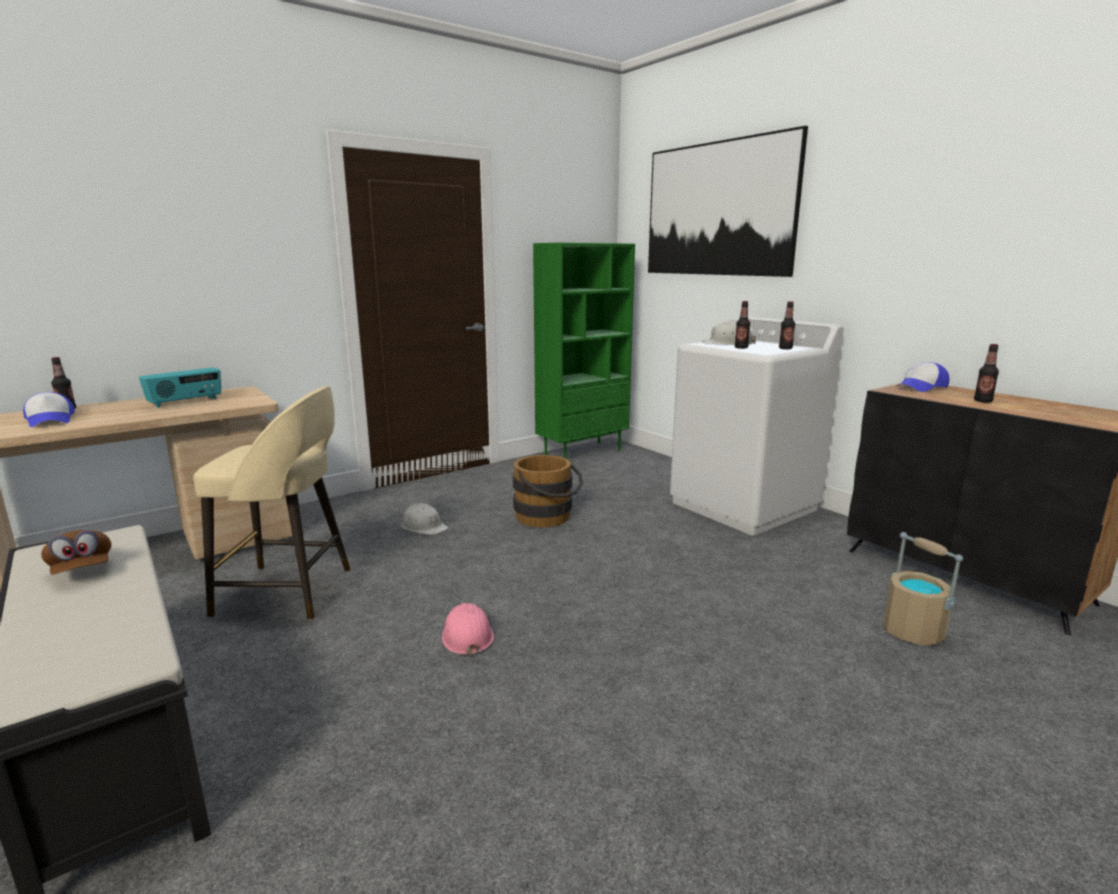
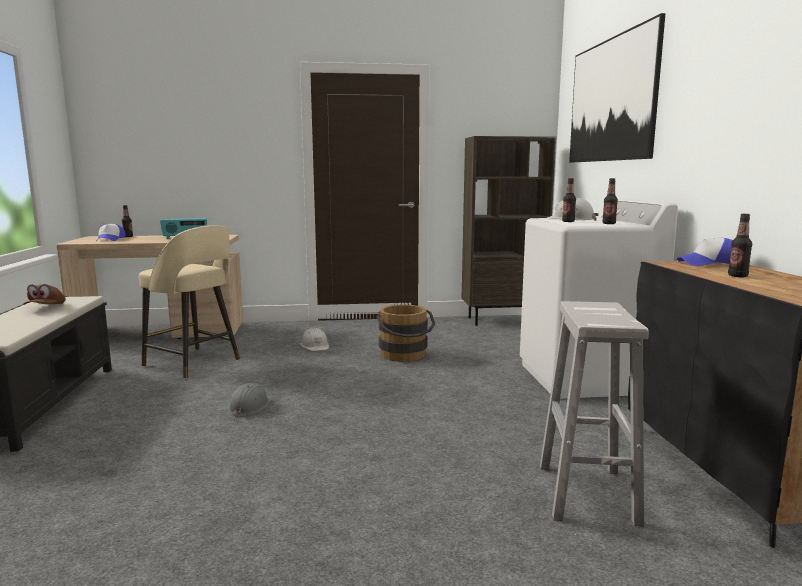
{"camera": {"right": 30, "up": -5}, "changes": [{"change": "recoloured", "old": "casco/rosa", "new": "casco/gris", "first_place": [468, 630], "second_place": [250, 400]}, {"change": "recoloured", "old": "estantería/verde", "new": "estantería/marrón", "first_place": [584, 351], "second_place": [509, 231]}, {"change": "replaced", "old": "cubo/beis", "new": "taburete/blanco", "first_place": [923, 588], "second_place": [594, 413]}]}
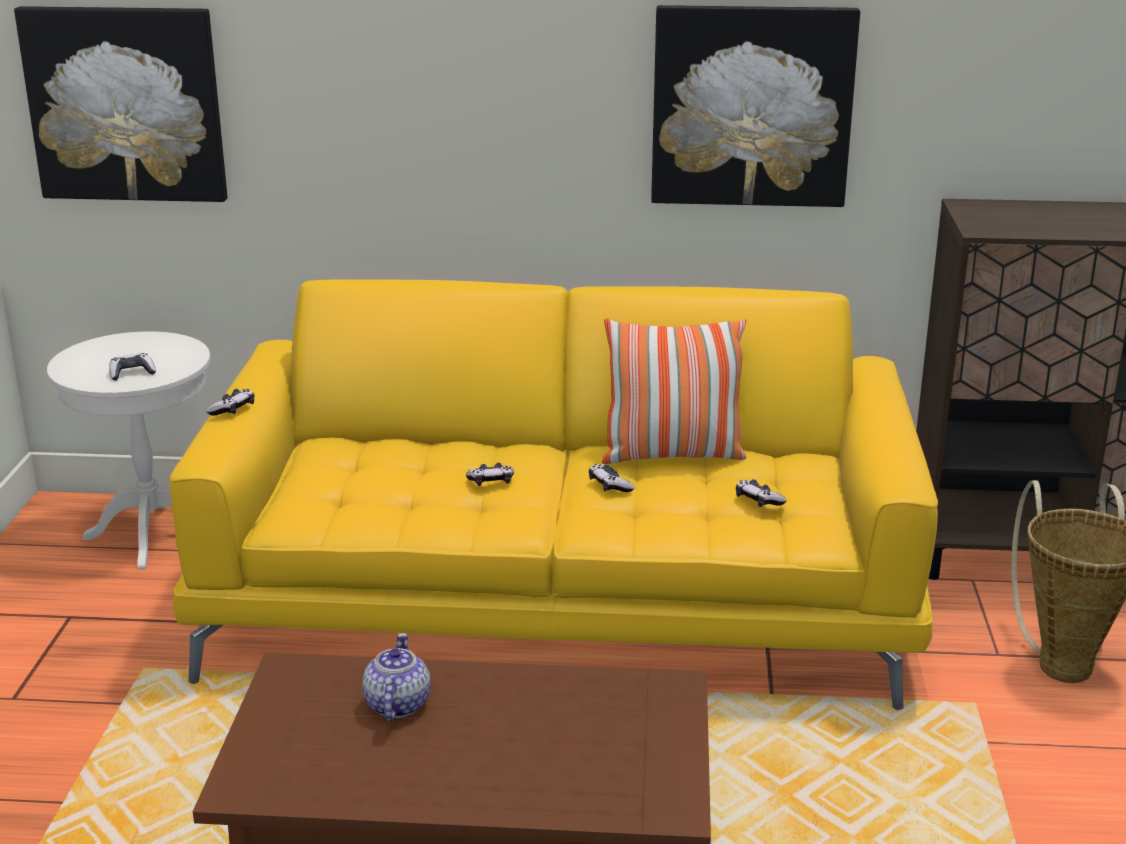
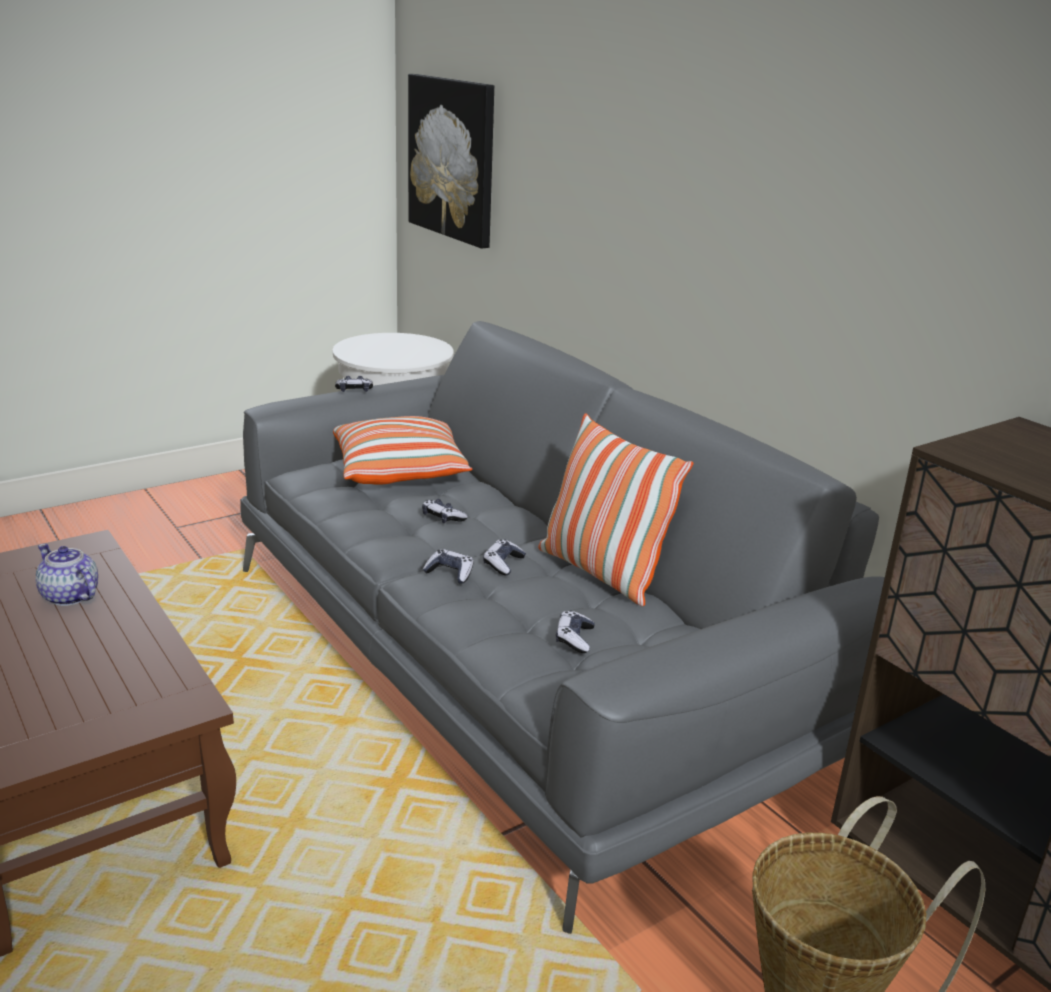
{"camera": {"right": 50, "up": 0}, "changes": [{"change": "turned", "old": "tetera", "first_place": [396, 677], "second_place": [67, 575], "degrees": -105}, {"change": "recoloured", "old": "sofá/amarillo", "new": "sofá/gris", "first_place": [553, 494], "second_place": [562, 627]}, {"change": "added", "new": "cojín", "second_place": [402, 450]}, {"change": "moved", "old": "mando de consola", "first_place": [132, 367], "second_place": [448, 566]}, {"change": "removed", "old": "cuadro", "first_place": [755, 106]}]}
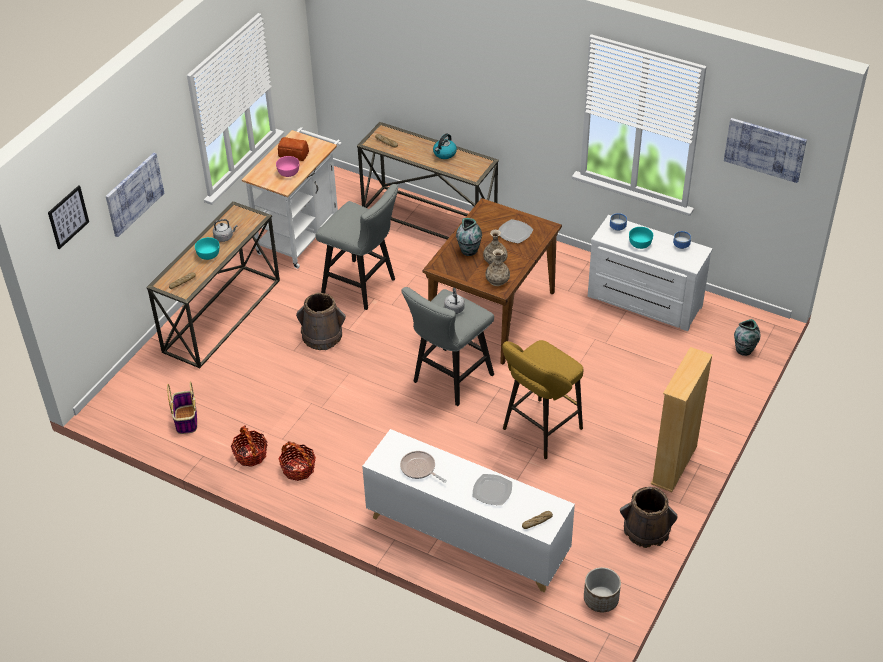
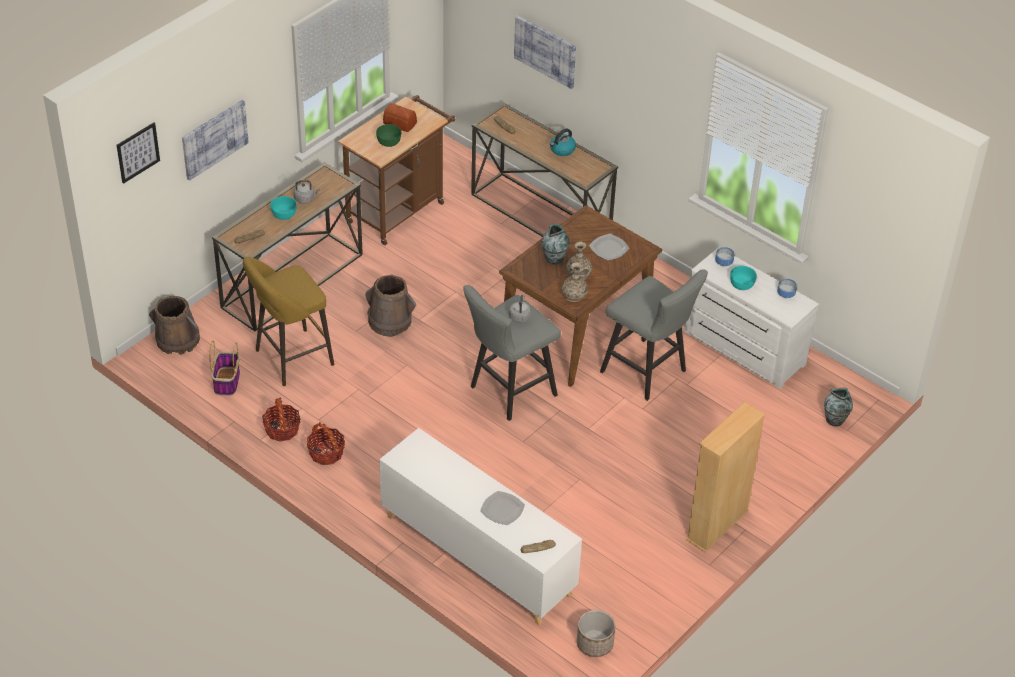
{"camera": {"right": 10, "up": 0}, "changes": [{"change": "moved", "old": "cubo/marrón", "first_place": [649, 517], "second_place": [174, 325]}, {"change": "moved", "old": "taburete/amarillo", "first_place": [542, 399], "second_place": [288, 321]}, {"change": "recoloured", "old": "carrito/blanco", "new": "carrito/marrón", "first_place": [292, 198], "second_place": [396, 170]}, {"change": "recoloured", "old": "cuenco/rosa", "new": "cuenco/verde", "first_place": [287, 166], "second_place": [388, 135]}, {"change": "moved", "old": "cuadro", "first_place": [765, 150], "second_place": [545, 52]}, {"change": "moved", "old": "taburete/gris", "first_place": [356, 247], "second_place": [654, 335]}, {"change": "removed", "old": "sartén", "first_place": [423, 467]}]}
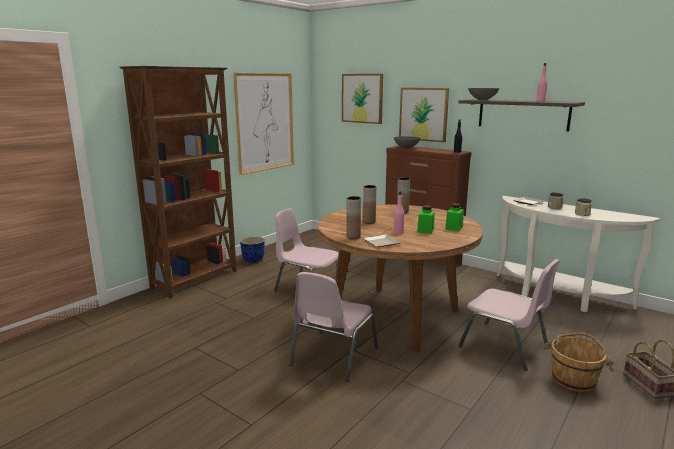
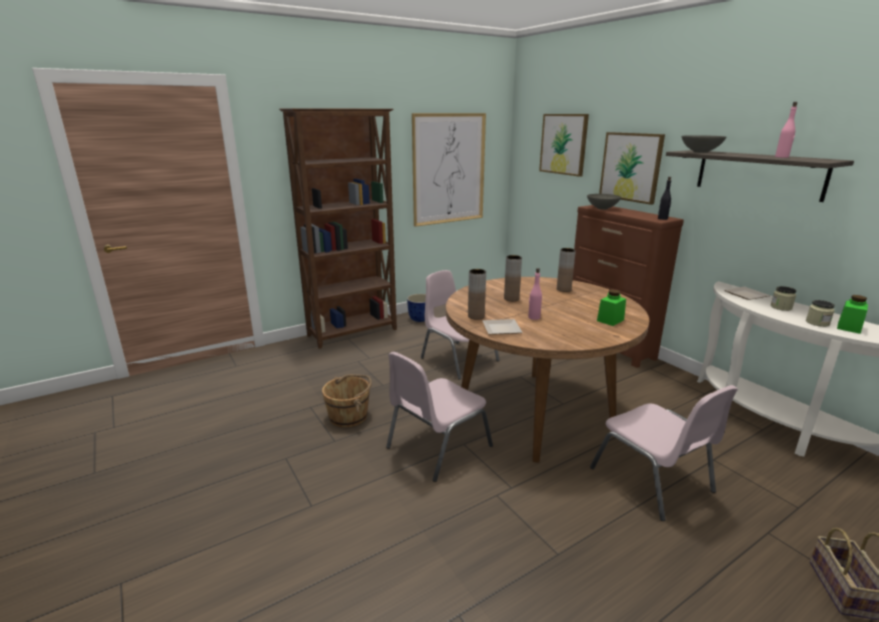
{"camera": {"right": 20, "up": 5}, "changes": [{"change": "moved", "old": "cubo/marrón", "first_place": [579, 362], "second_place": [347, 400]}, {"change": "moved", "old": "tarro/verde", "first_place": [426, 219], "second_place": [852, 314]}]}
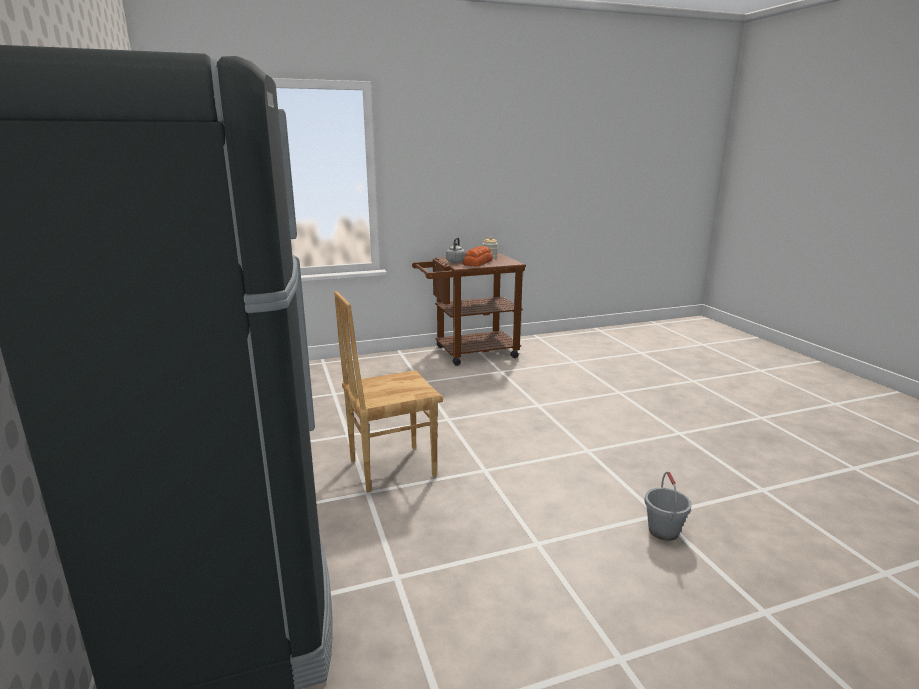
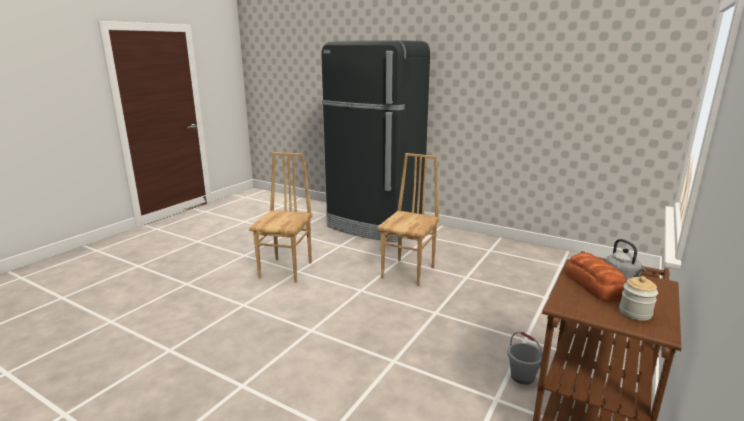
{"camera": {"right": 140, "up": 0}, "changes": [{"change": "added", "new": "silla/marrón", "second_place": [281, 217]}, {"change": "moved", "old": "cubo/gris", "first_place": [668, 506], "second_place": [525, 358]}]}
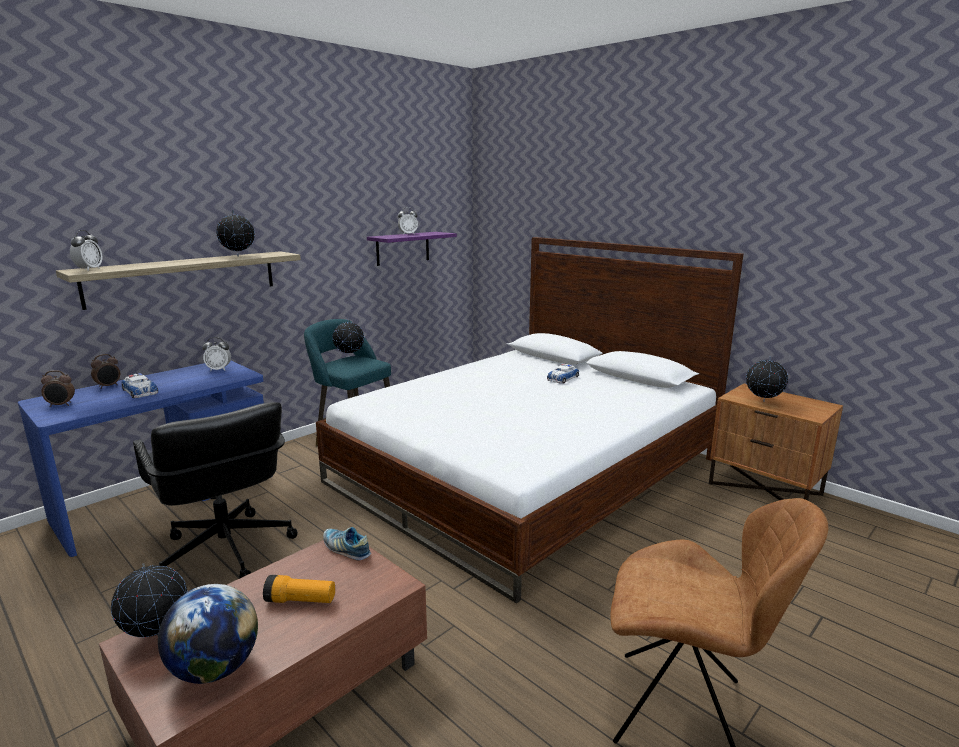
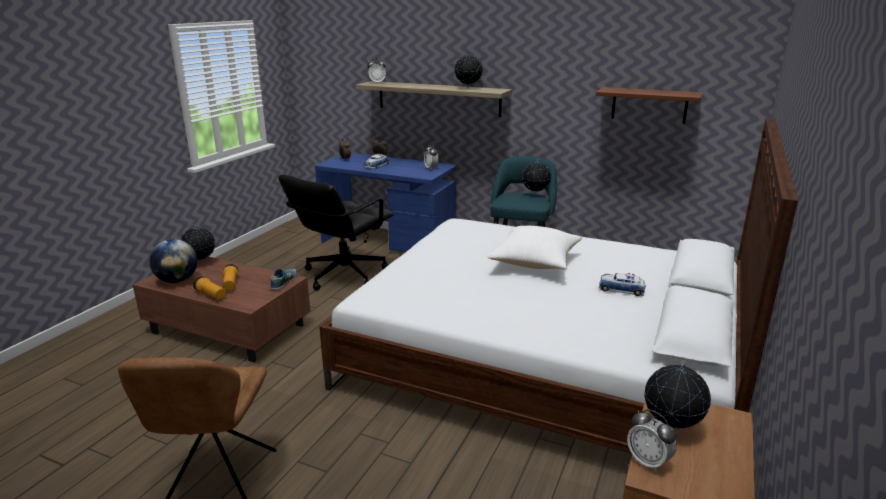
{"camera": {"right": 70, "up": 5}, "changes": [{"change": "added", "new": "linterna", "second_place": [209, 288]}, {"change": "added", "new": "cojín/blanco", "second_place": [535, 247]}, {"change": "recoloured", "old": "estante/morado", "new": "estante/marrón", "first_place": [412, 249], "second_place": [649, 105]}, {"change": "moved", "old": "despertador", "first_place": [408, 221], "second_place": [652, 440]}]}
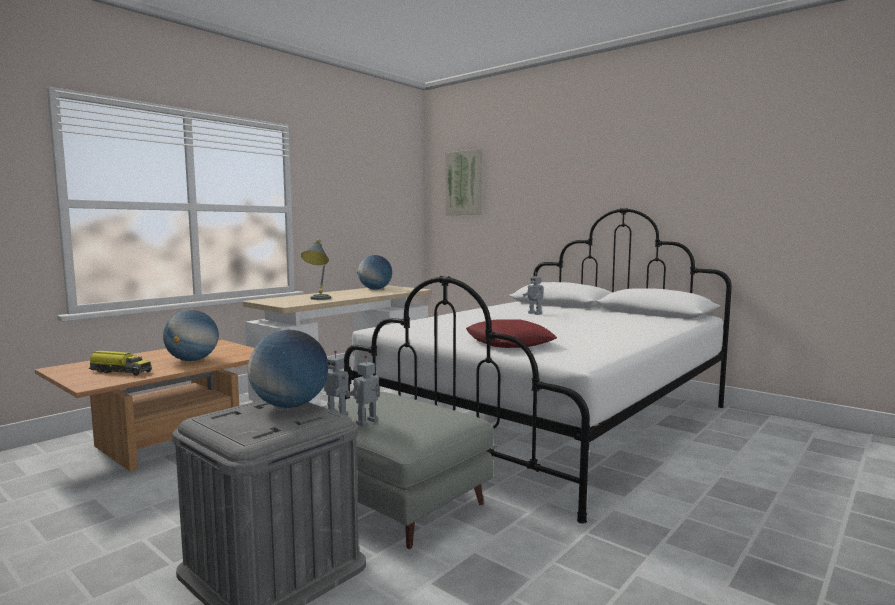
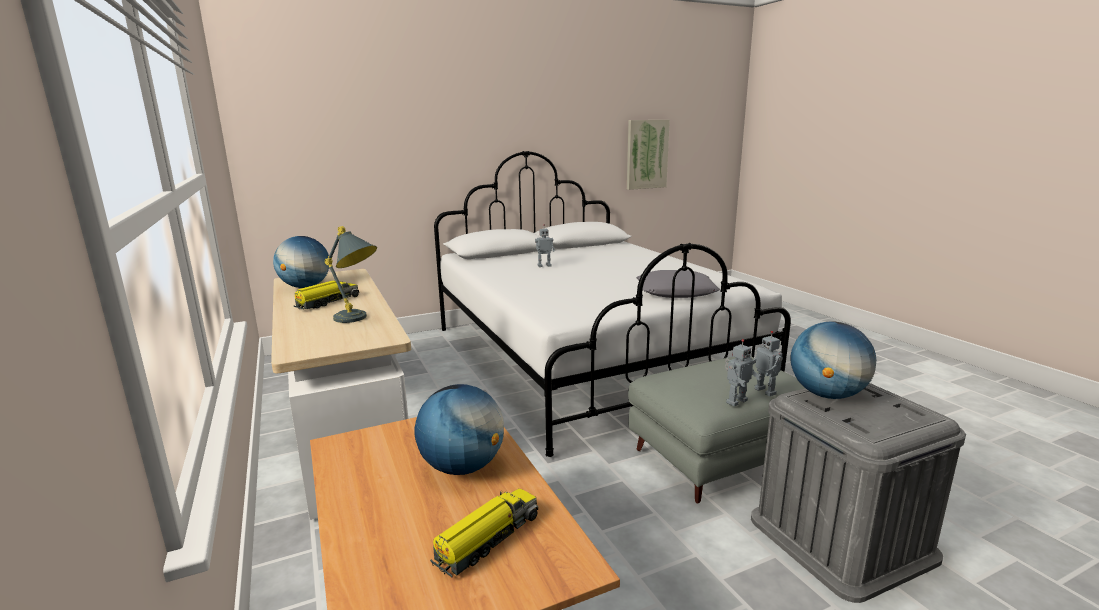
{"camera": {"right": -65, "up": 10}, "changes": [{"change": "added", "new": "camión de juguete", "second_place": [326, 294]}, {"change": "moved", "old": "cuadro", "first_place": [464, 182], "second_place": [648, 155]}, {"change": "recoloured", "old": "cojín/rojo", "new": "cojín/gris", "first_place": [511, 333], "second_place": [678, 284]}]}
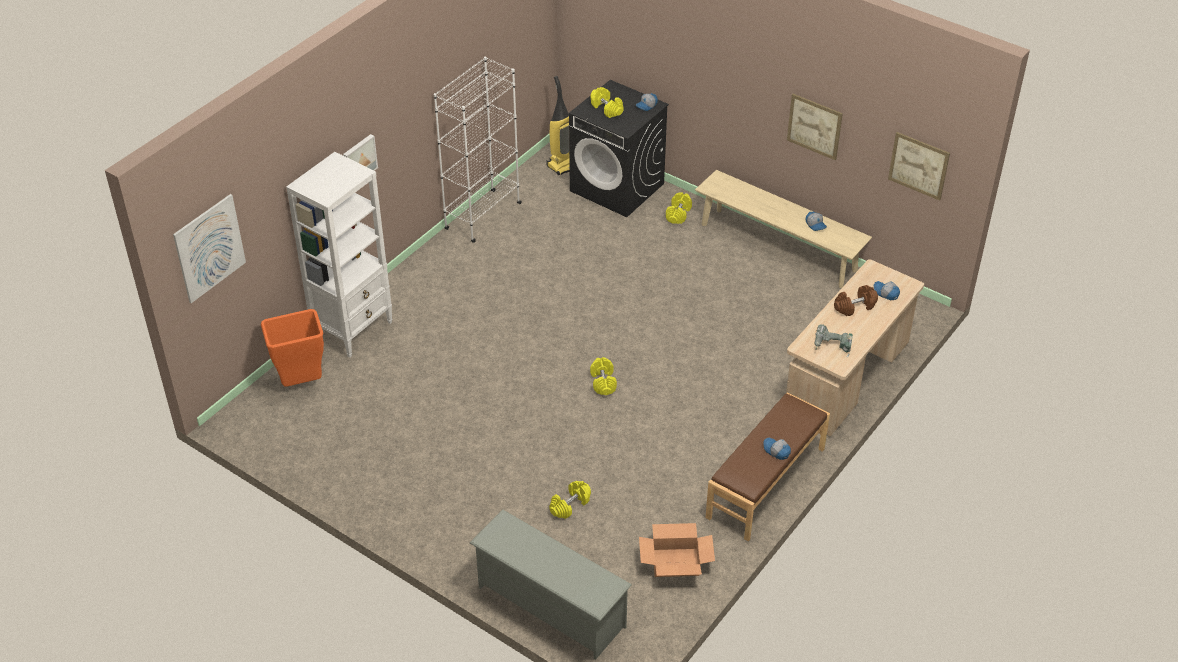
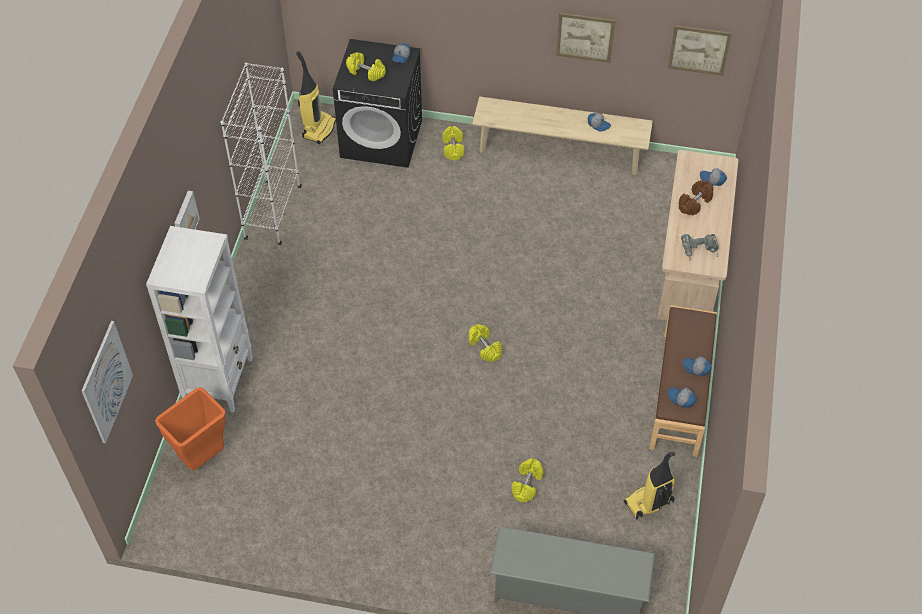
{"camera": {"right": -25, "up": 10}, "changes": [{"change": "replaced", "old": "caja de cartón", "new": "aspiradora", "first_place": [677, 550], "second_place": [649, 486]}, {"change": "added", "new": "gorra", "second_place": [682, 397]}]}
